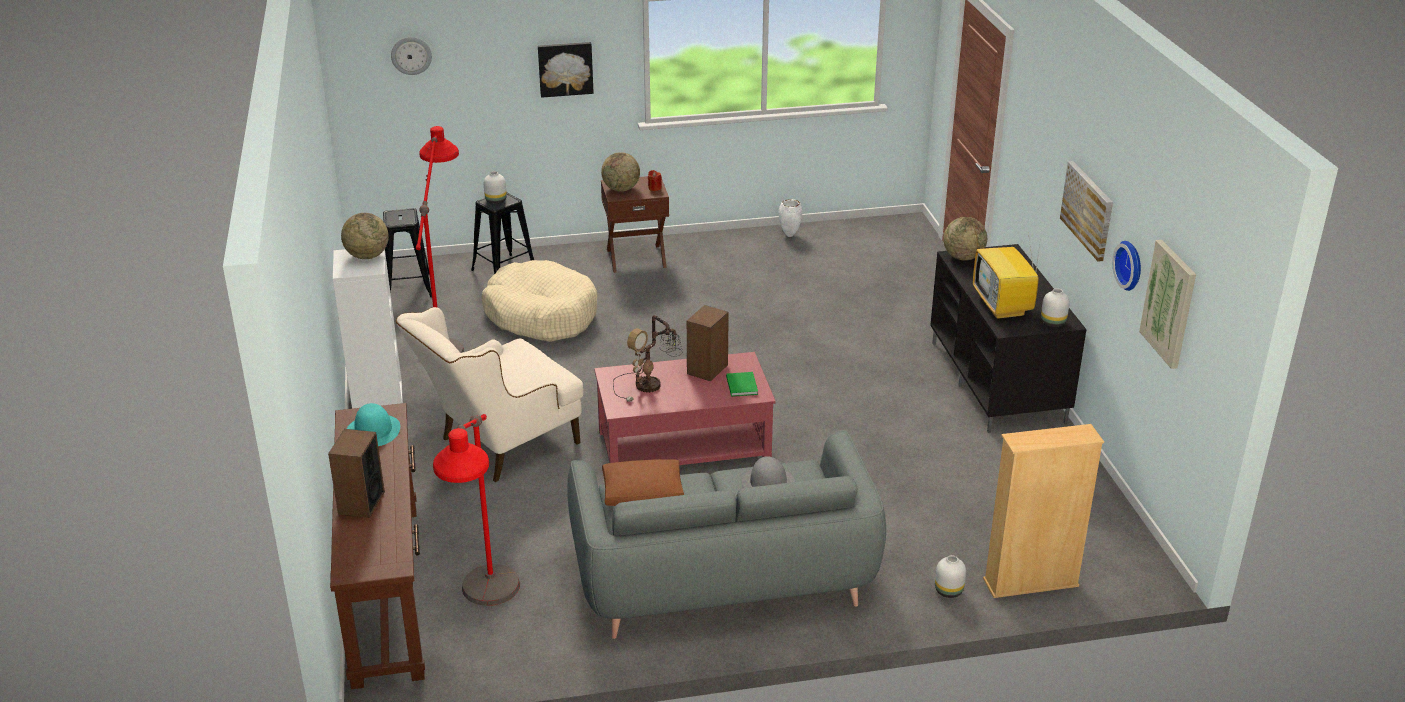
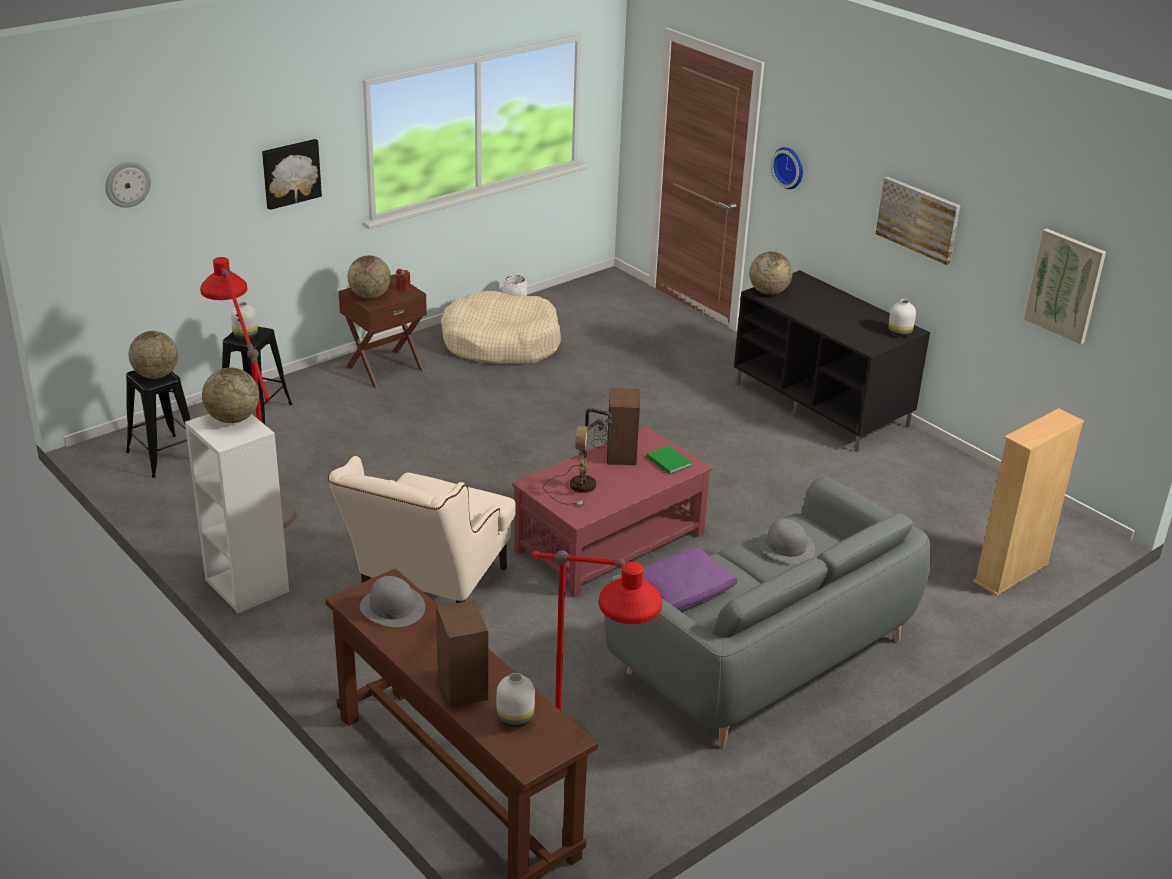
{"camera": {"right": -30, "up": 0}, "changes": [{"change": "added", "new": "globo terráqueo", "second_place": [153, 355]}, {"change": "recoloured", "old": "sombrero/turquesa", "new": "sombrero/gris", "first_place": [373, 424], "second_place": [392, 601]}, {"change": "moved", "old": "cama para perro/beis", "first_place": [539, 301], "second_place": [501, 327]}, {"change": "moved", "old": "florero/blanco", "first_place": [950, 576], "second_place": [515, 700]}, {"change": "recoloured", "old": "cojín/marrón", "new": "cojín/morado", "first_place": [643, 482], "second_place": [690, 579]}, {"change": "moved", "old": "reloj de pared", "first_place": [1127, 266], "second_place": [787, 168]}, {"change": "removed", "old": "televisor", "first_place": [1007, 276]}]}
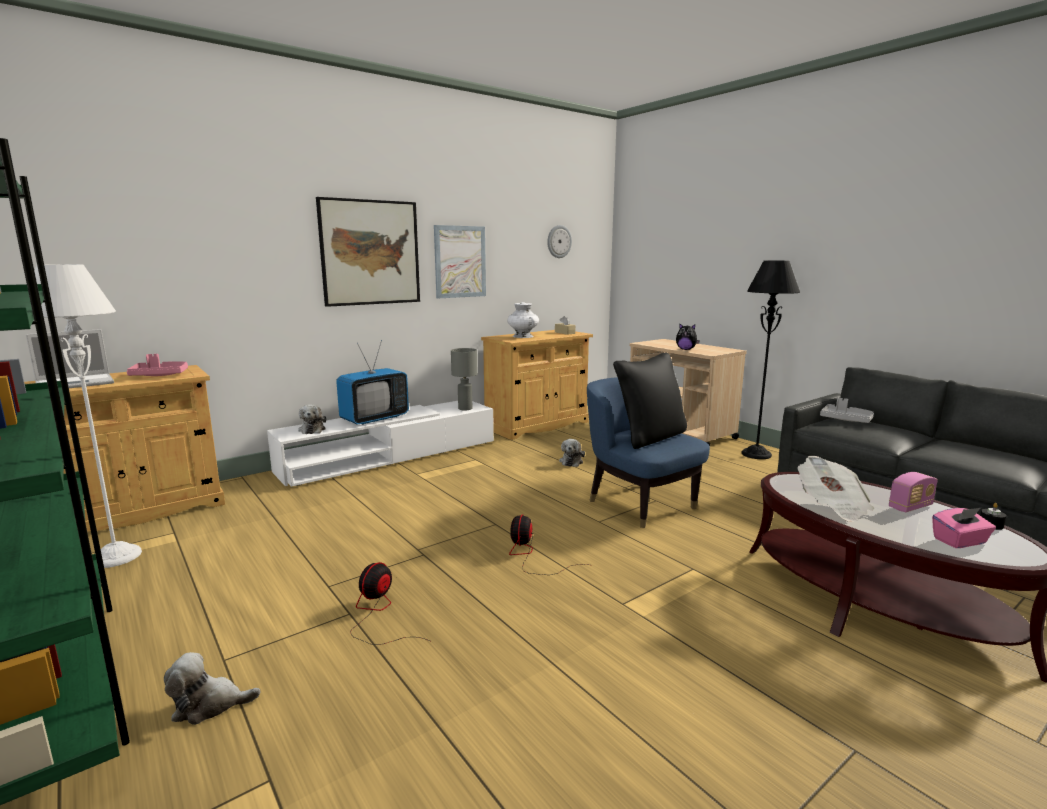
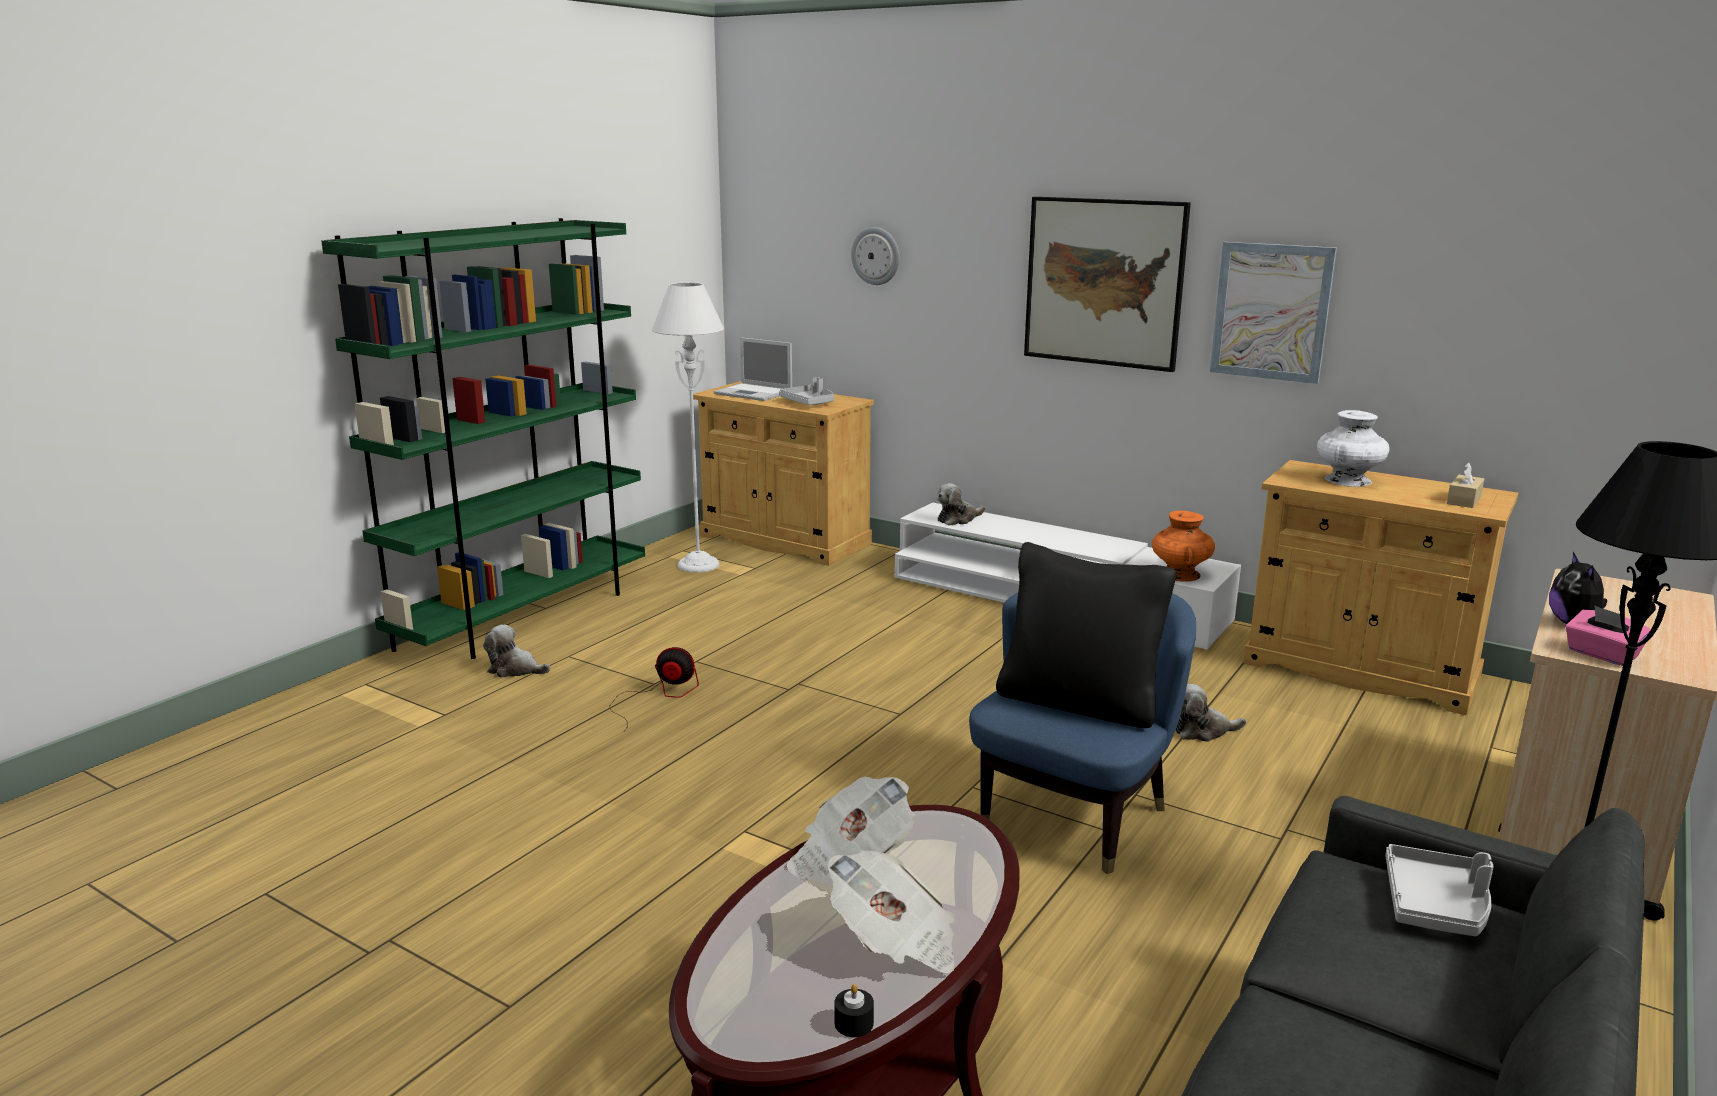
{"camera": {"right": 70, "up": 5}, "changes": [{"change": "turned", "old": "peluche", "first_place": [212, 688], "second_place": [516, 651], "degrees": -45}, {"change": "recoloured", "old": "bandeja/rosa", "new": "bandeja/gris", "first_place": [157, 365], "second_place": [806, 391]}, {"change": "replaced", "old": "radio", "new": "periódico", "first_place": [913, 492], "second_place": [891, 912]}, {"change": "moved", "old": "reloj de pared", "first_place": [559, 241], "second_place": [875, 256]}, {"change": "replaced", "old": "lámpara de mesa/gris", "new": "florero/naranja", "first_place": [464, 379], "second_place": [1183, 546]}, {"change": "moved", "old": "caja de pañuelos/rosa", "first_place": [964, 528], "second_place": [1608, 635]}, {"change": "removed", "old": "televisor", "first_place": [372, 382]}, {"change": "removed", "old": "ventilador", "first_place": [548, 544]}]}
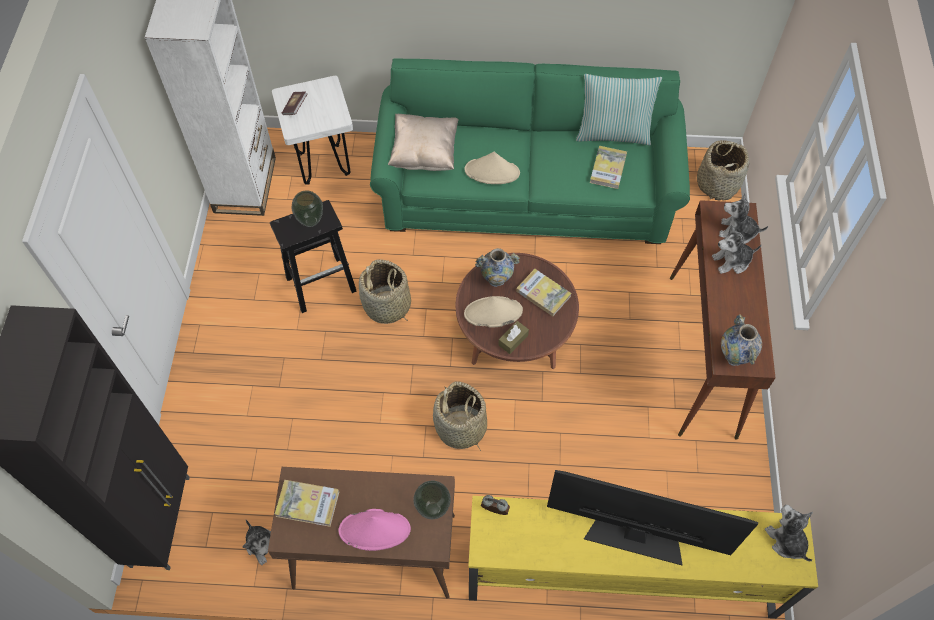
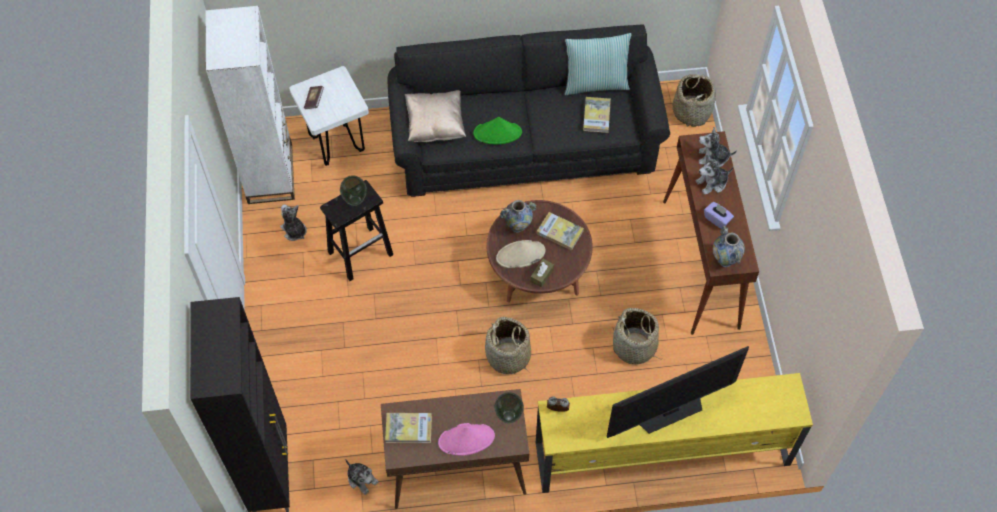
{"camera": {"right": -10, "up": 0}, "changes": [{"change": "moved", "old": "peluche", "first_place": [789, 533], "second_place": [293, 222]}, {"change": "recoloured", "old": "sofá/verde", "new": "sofá/negro", "first_place": [530, 151], "second_place": [528, 110]}, {"change": "recoloured", "old": "sombrero/beis", "new": "sombrero/verde", "first_place": [492, 168], "second_place": [497, 131]}, {"change": "turned", "old": "televisor", "first_place": [652, 517], "second_place": [678, 392], "degrees": 150}, {"change": "moved", "old": "cesta", "first_place": [385, 291], "second_place": [636, 336]}, {"change": "added", "new": "caja de pañuelos/morado", "second_place": [719, 215]}]}
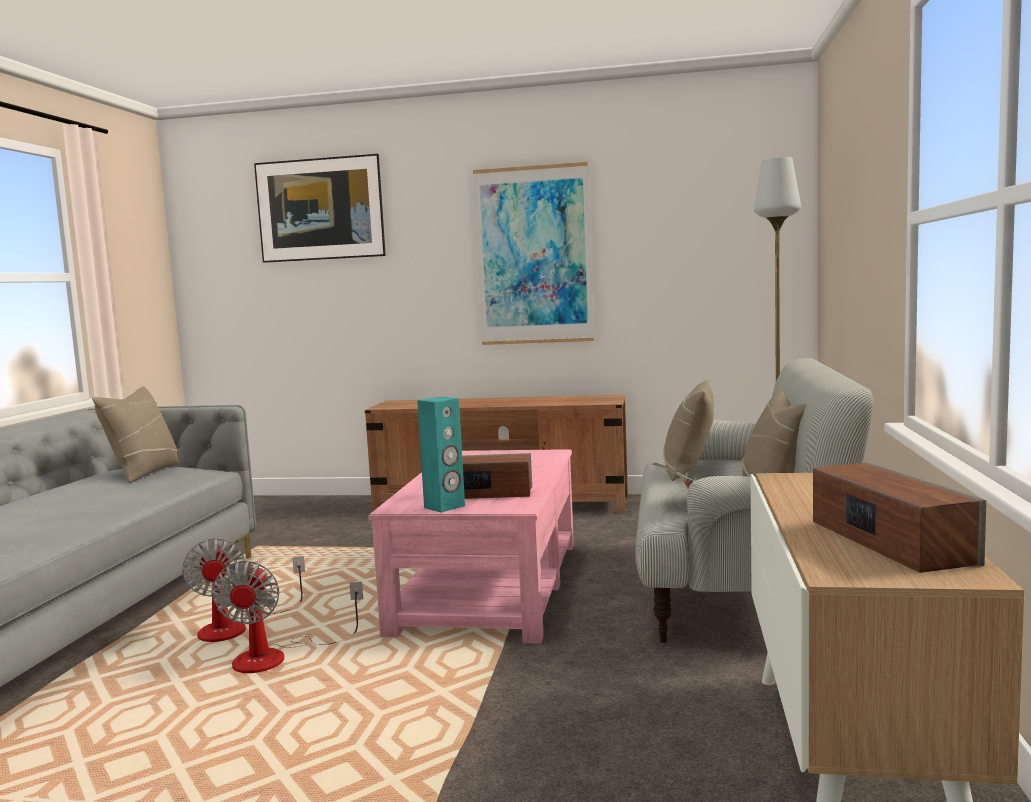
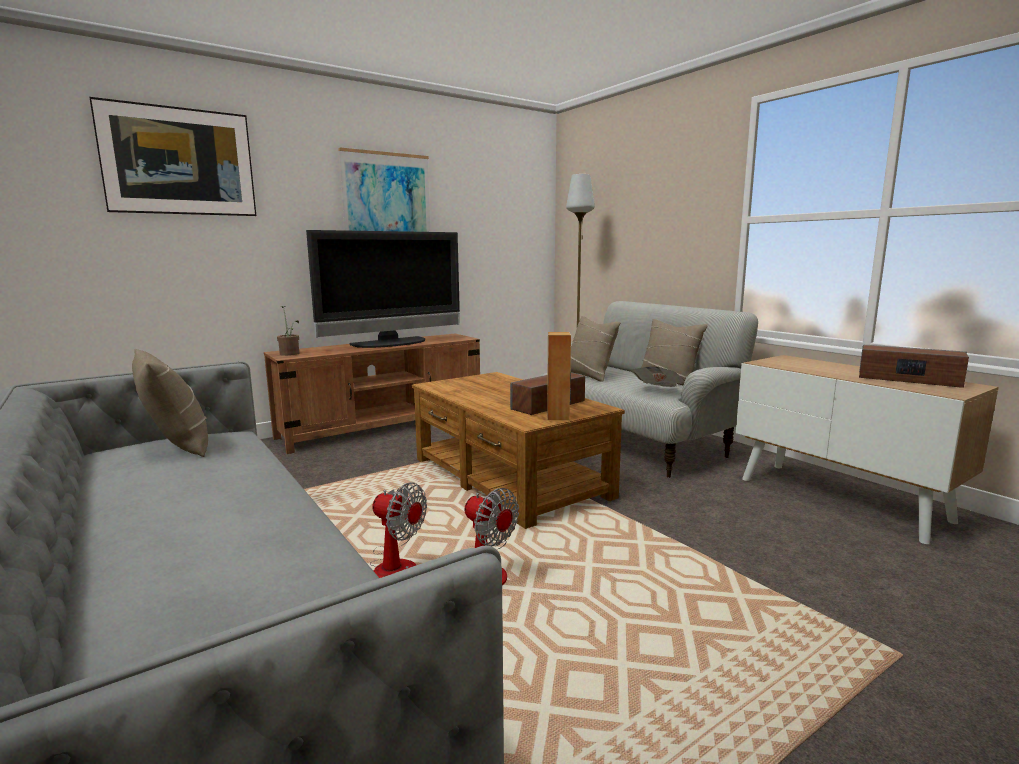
{"camera": {"right": -45, "up": 5}, "changes": [{"change": "added", "new": "planta en maceta", "second_place": [288, 331]}, {"change": "added", "new": "televisor", "second_place": [383, 289]}, {"change": "recoloured", "old": "mesa de centro/rosa", "new": "mesa de centro/marrón", "first_place": [471, 546], "second_place": [518, 450]}, {"change": "recoloured", "old": "altavoz/turquesa", "new": "altavoz/marrón", "first_place": [441, 455], "second_place": [559, 376]}]}
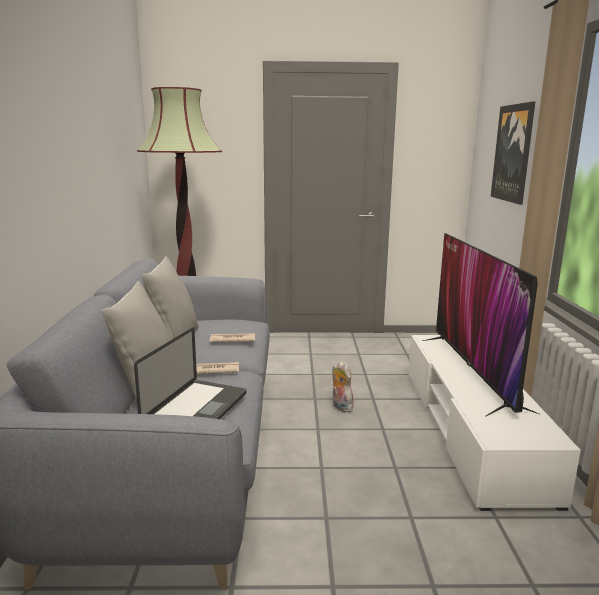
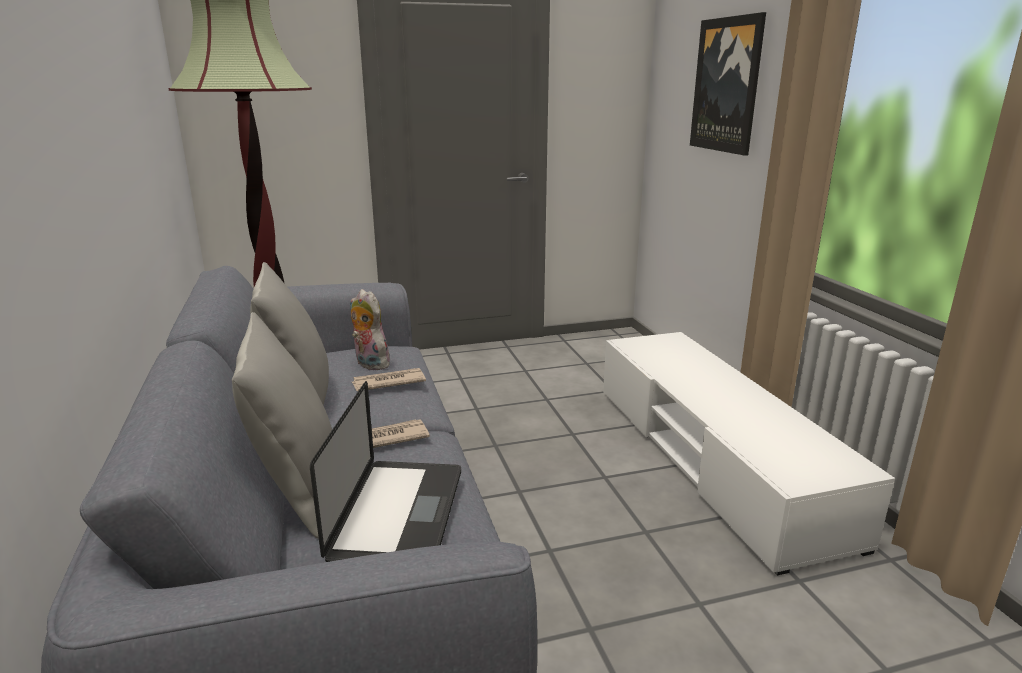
{"camera": {"right": -15, "up": 5}, "changes": [{"change": "moved", "old": "peluche", "first_place": [342, 386], "second_place": [370, 329]}, {"change": "removed", "old": "televisor", "first_place": [481, 324]}]}
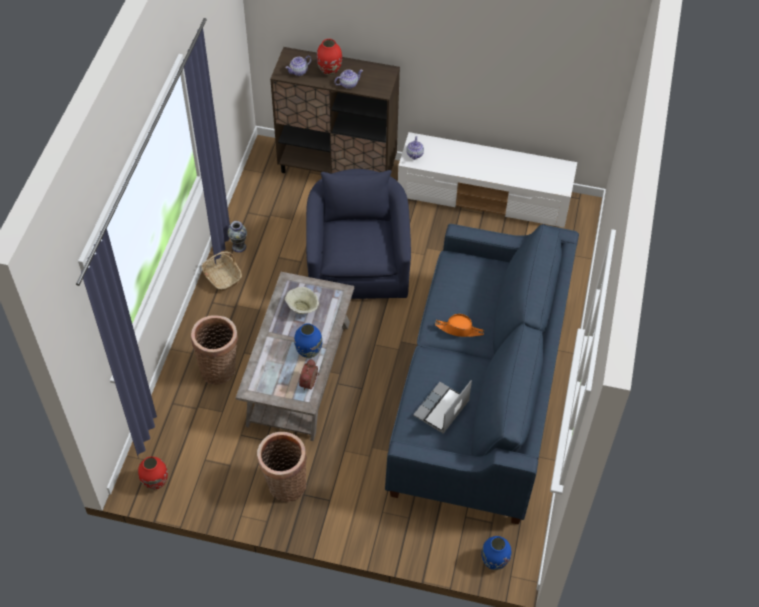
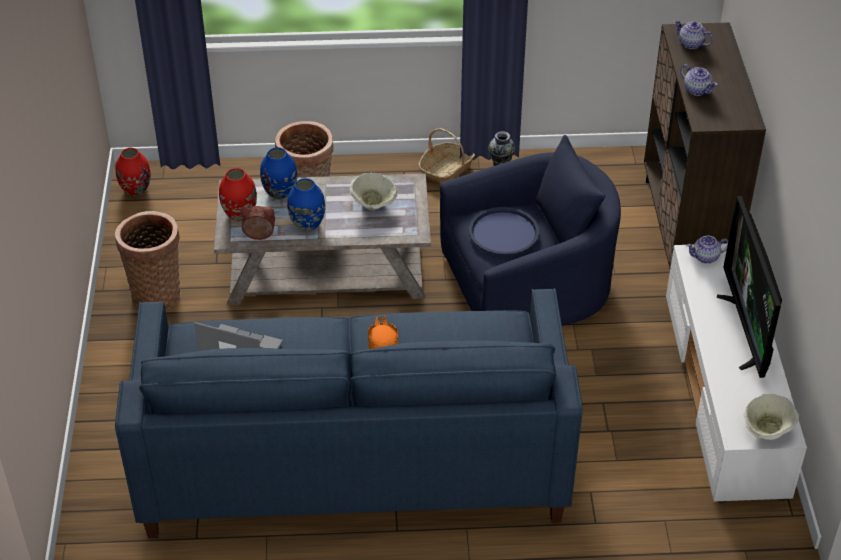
{"camera": {"right": 75, "up": -10}, "changes": [{"change": "moved", "old": "florero/rojo", "first_place": [329, 57], "second_place": [238, 194]}, {"change": "moved", "old": "florero/azul", "first_place": [496, 553], "second_place": [278, 173]}, {"change": "added", "new": "bandeja/azul", "second_place": [504, 231]}, {"change": "added", "new": "televisor", "second_place": [749, 287]}, {"change": "added", "new": "cuenco/beis", "second_place": [771, 416]}]}
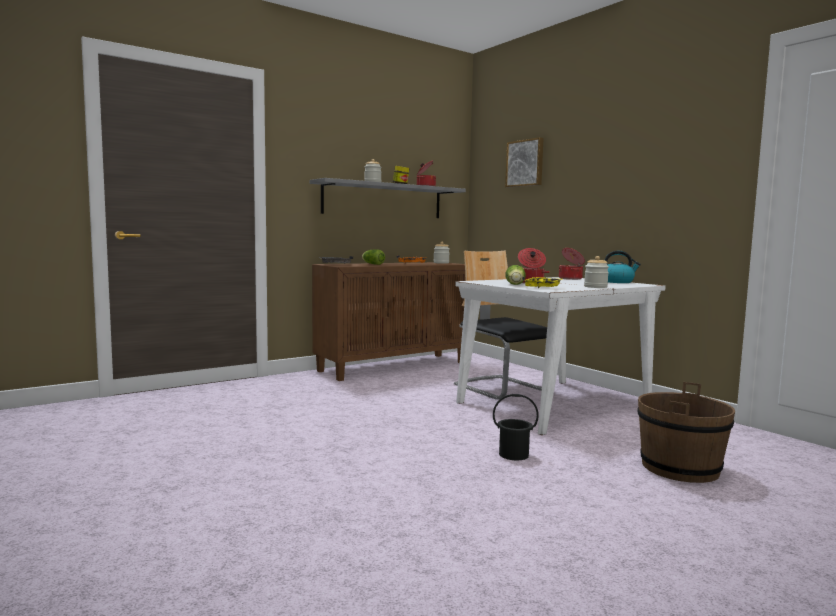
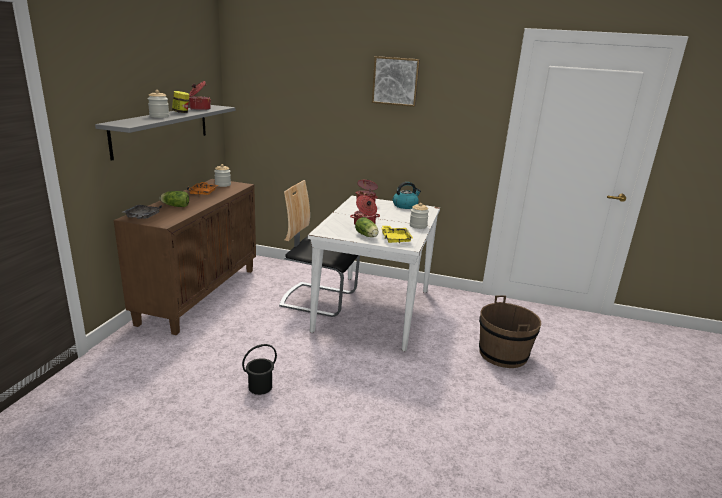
{"camera": {"right": -40, "up": 15}, "changes": [{"change": "moved", "old": "cubo/negro", "first_place": [516, 427], "second_place": [259, 369]}, {"change": "moved", "old": "cuadro", "first_place": [524, 162], "second_place": [396, 81]}]}
